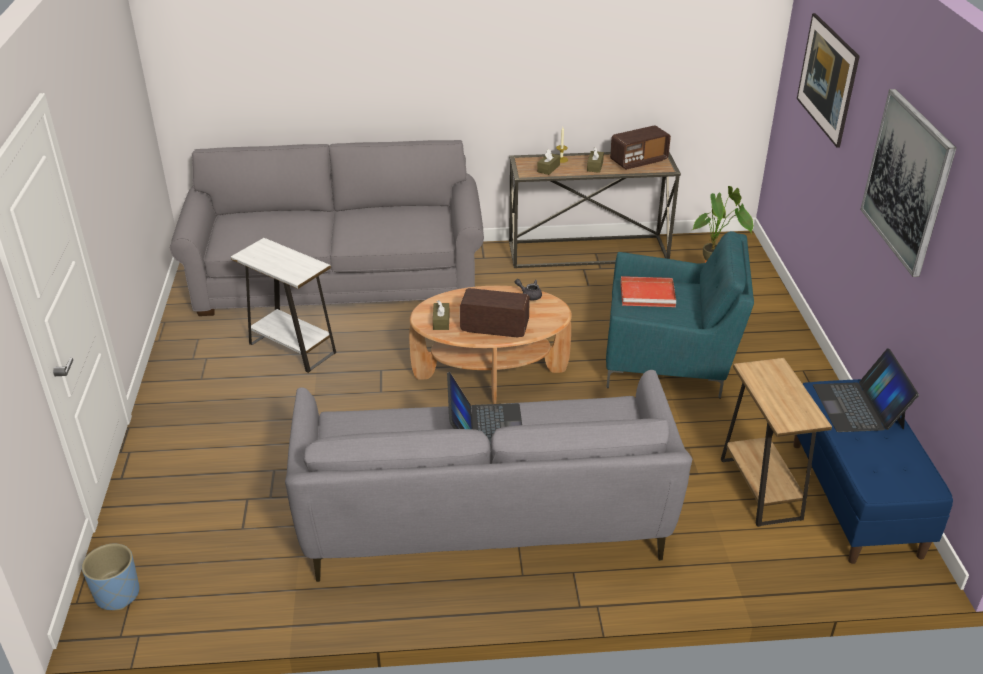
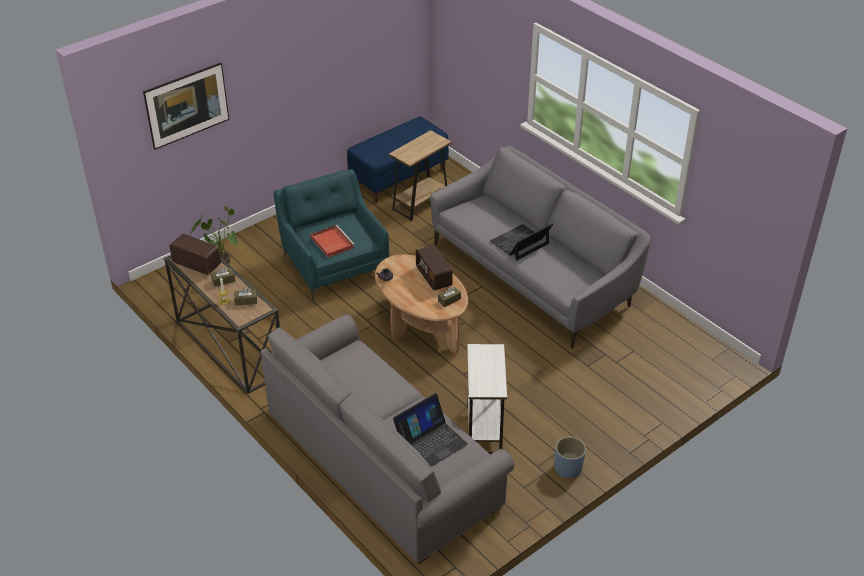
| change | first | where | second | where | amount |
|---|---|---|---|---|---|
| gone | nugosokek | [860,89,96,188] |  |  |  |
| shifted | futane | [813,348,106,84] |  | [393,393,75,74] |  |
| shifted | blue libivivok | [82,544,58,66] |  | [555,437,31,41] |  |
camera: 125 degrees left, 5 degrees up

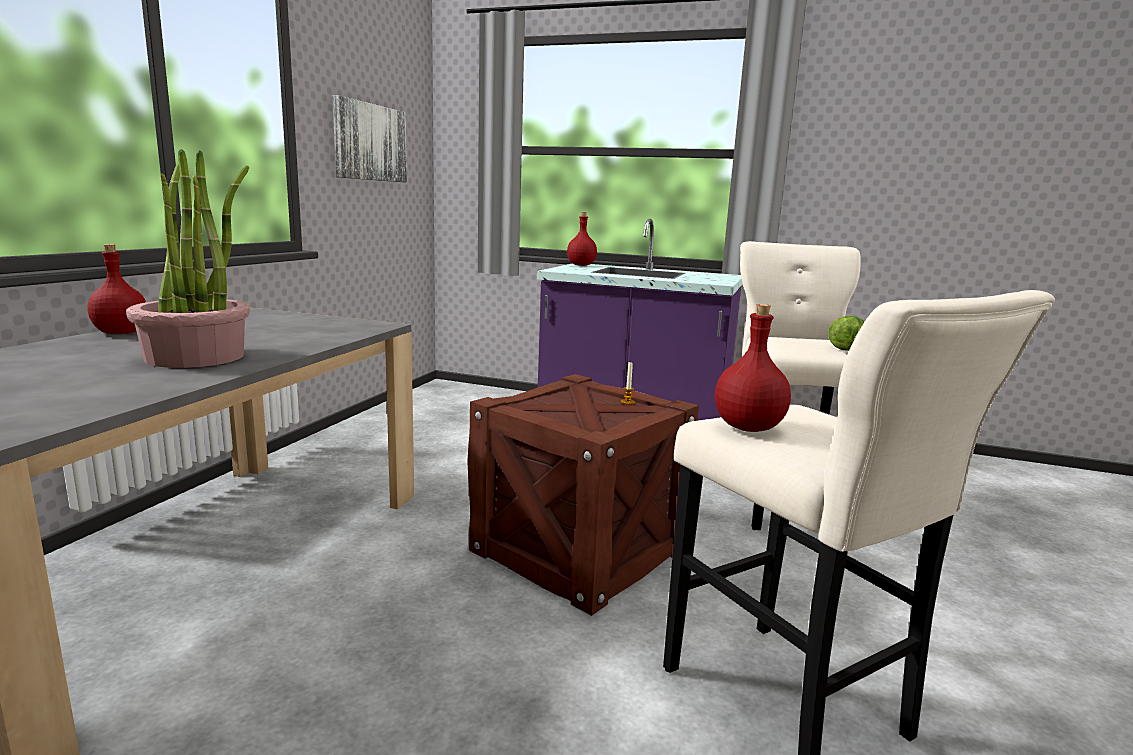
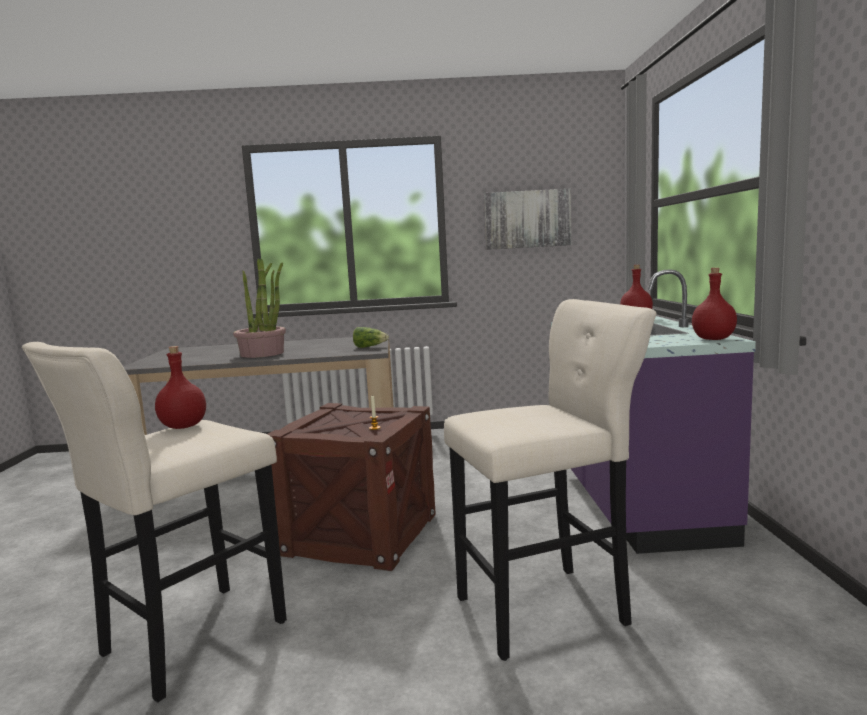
| change | first | where | second | where | amount |
|---|---|---|---|---|---|
| shifted | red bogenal | [88,244,58,90] |  | [692,268,45,72] |  |
| shifted | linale | [828,316,37,35] |  | [353,327,36,21] |  |
camera: 70 degrees right, 5 degrees down

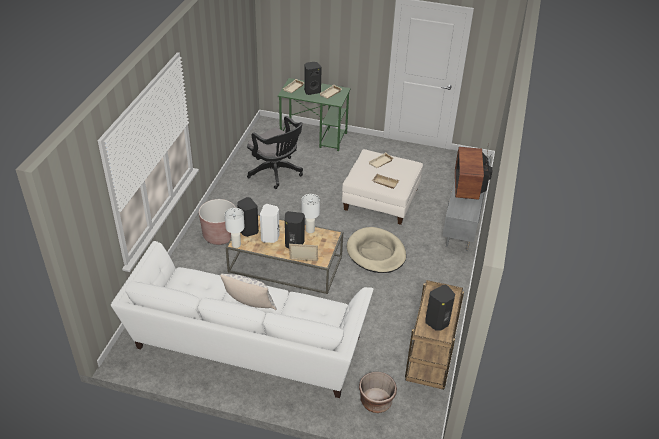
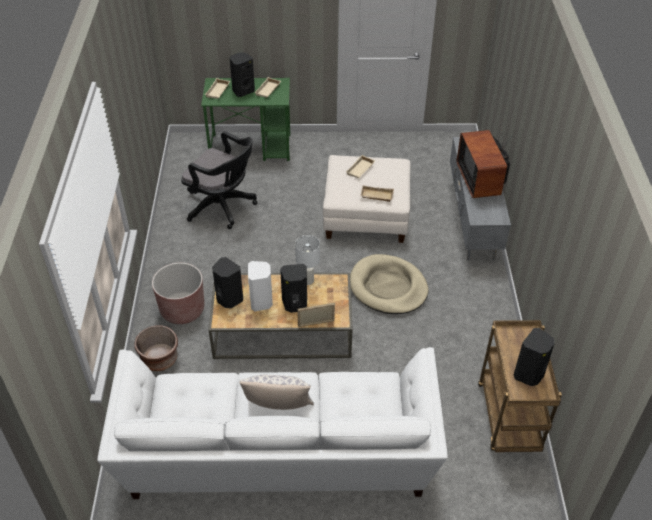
| change | first | where | second | where | amount |
|---|---|---|---|---|---|
| gone | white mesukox | [225,208,20,40] |  |  |  |
| shifted | brown libivivok | [359,372,38,41] |  | [134,326,44,45] |  |
camera: 15 degrees left, 5 degrees up

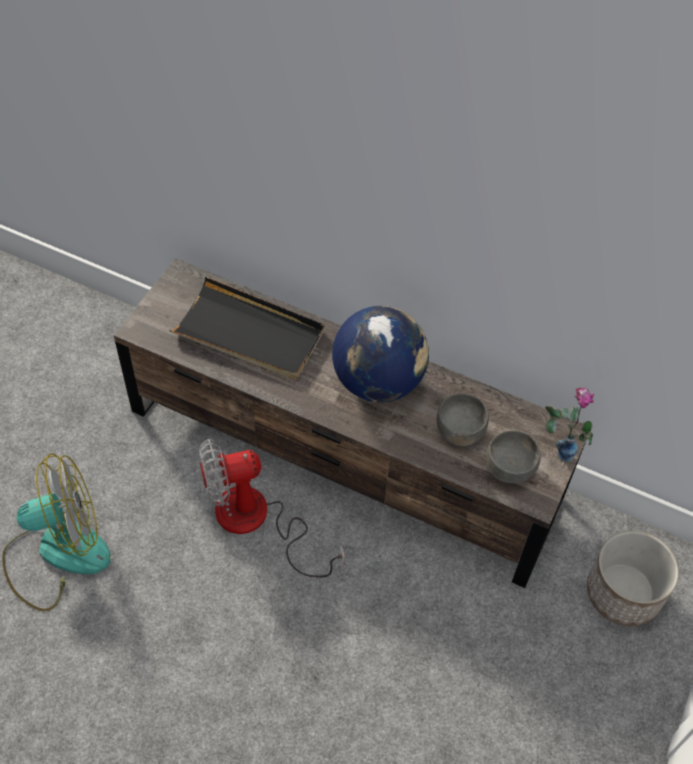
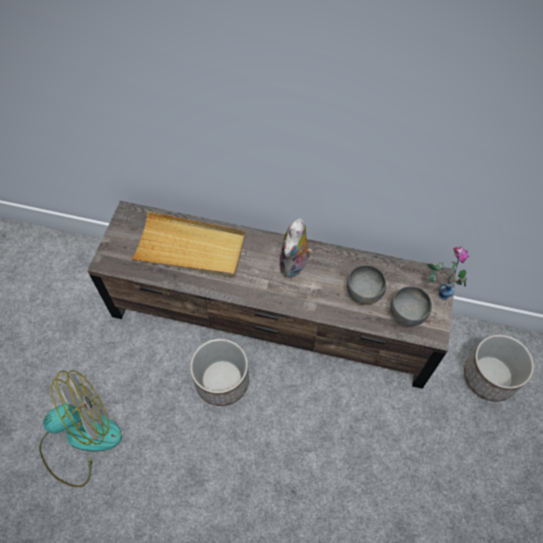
| change | first | where | second | where | amount |
|---|---|---|---|---|---|
| repainted | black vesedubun | [169,277,156,102] | beige vesedubun | [130,211,116,67] |  |
| swapped | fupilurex | [332,306,97,97] | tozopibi | [279,219,33,59] |  |
| swapped | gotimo | [199,439,146,139] | libivivok | [190,339,59,67] |  |
camera: 10 degrees left, 5 degrees up

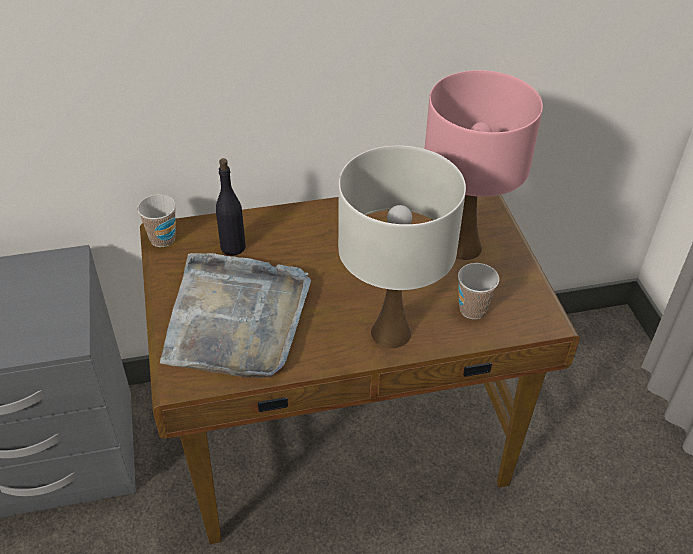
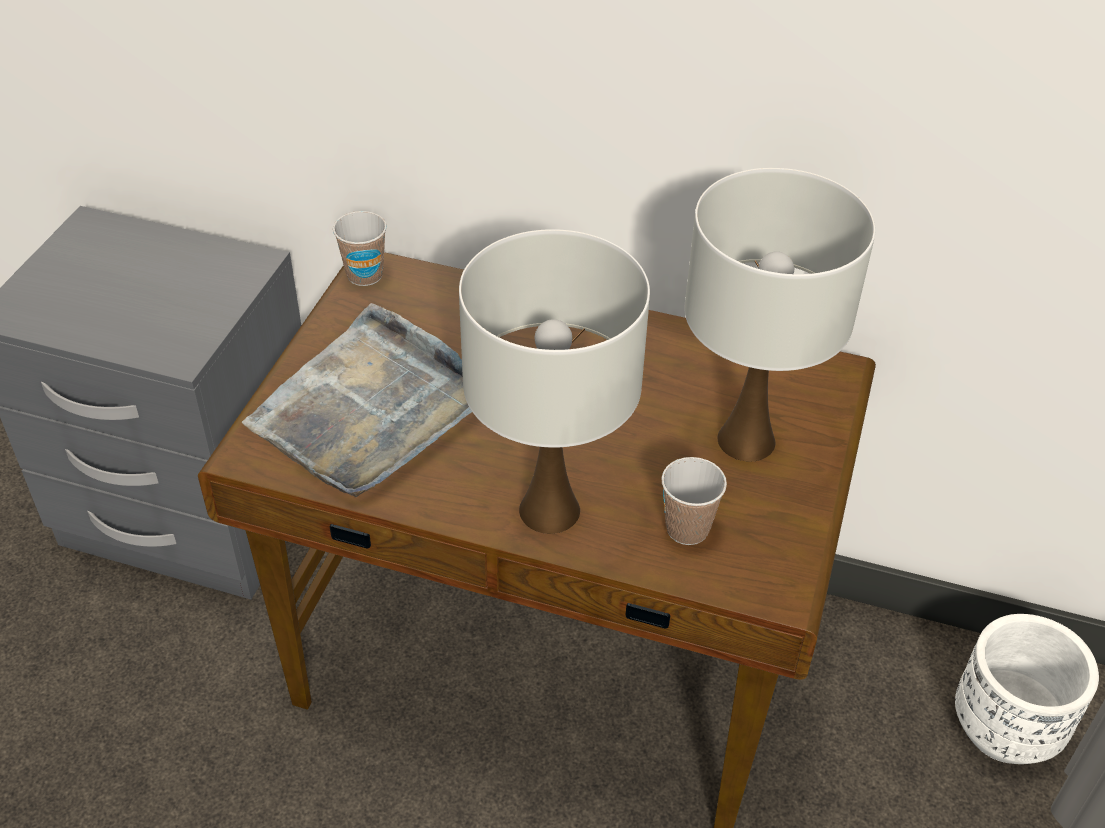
| change | first | where | second | where | amount |
|---|---|---|---|---|---|
| repainted | pink mesukox | [425,70,118,190] | white mesukox | [684,168,192,293] |  |
| gone | black bogenal | [216,158,30,98] |  |  |  |
| new |  |  | white libivivok | [955,614,144,150] |  |
camera: 30 degrees right, 0 degrees up

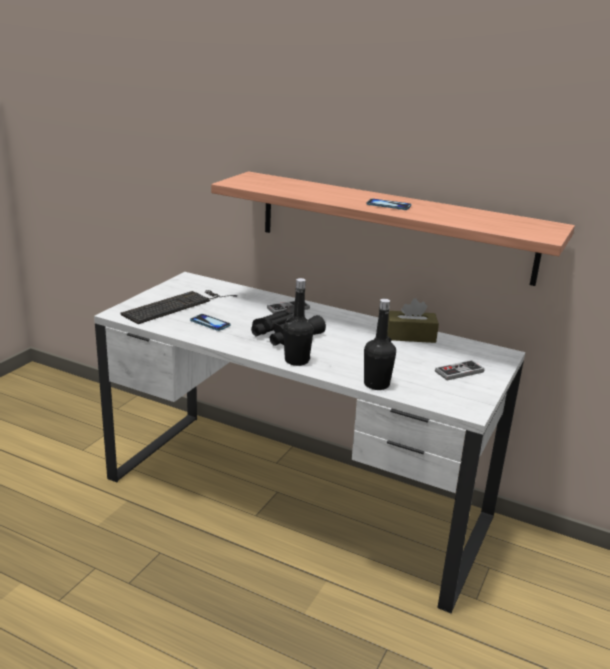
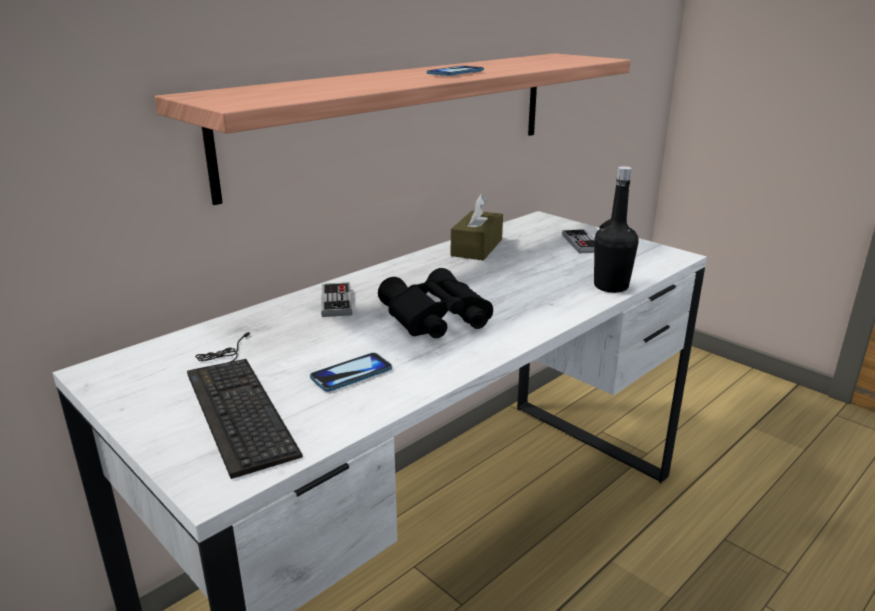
| change | first | where | second | where | amount |
|---|---|---|---|---|---|
| gone | black bogenal | [283,278,31,88] |  |  |  |
camera: 70 degrees left, 0 degrees up

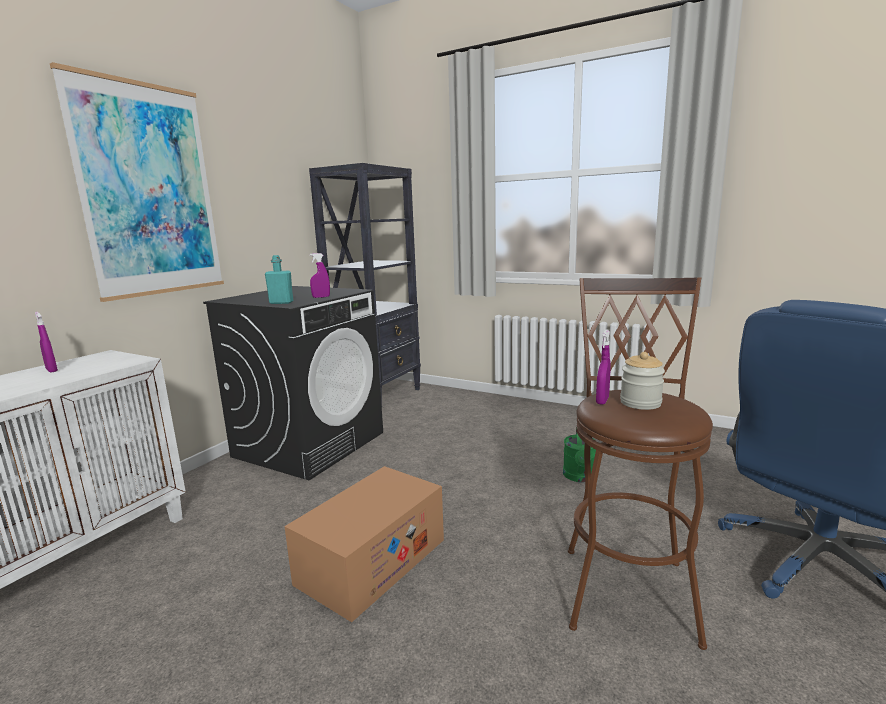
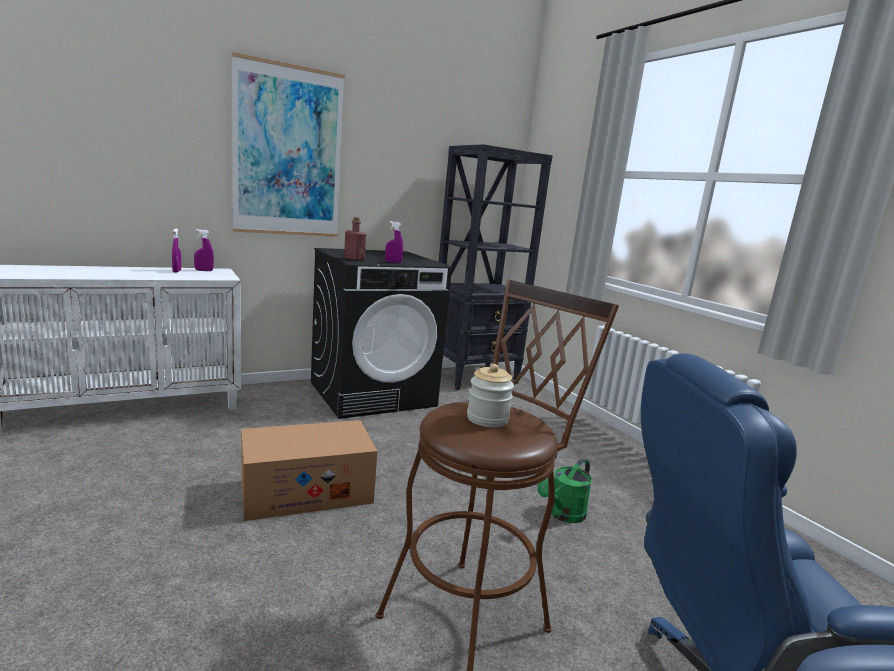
| change | first | where | second | where | amount |
|---|---|---|---|---|---|
| repainted | turquoise bogenal | [265,255,28,49] | red bogenal | [344,217,22,44] |  |
| shifted | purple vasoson | [596,329,15,76] |  | [194,229,20,42] |  |
camera: 30 degrees right, 0 degrees up

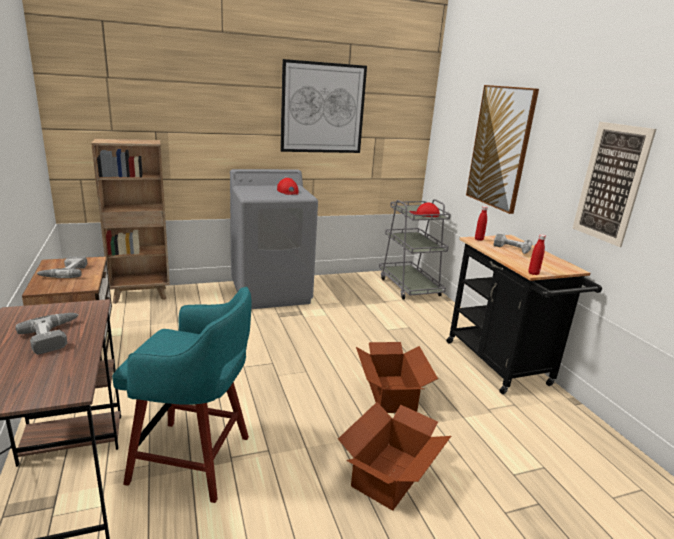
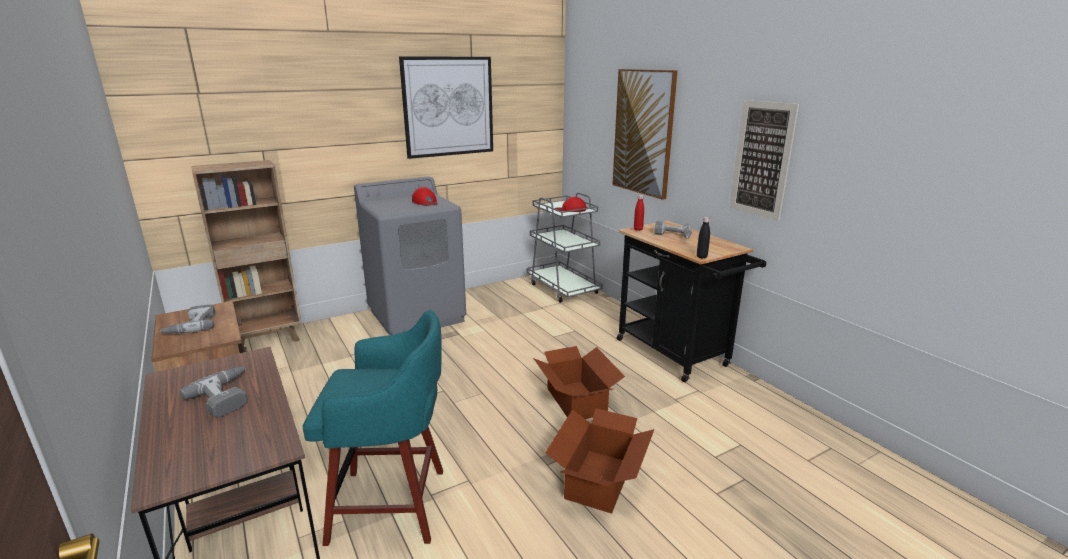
| change | first | where | second | where | amount |
|---|---|---|---|---|---|
| repainted | red bogenal | [528,234,18,41] | black bogenal | [697,217,13,42] |  |
camera: 10 degrees left, 0 degrees up

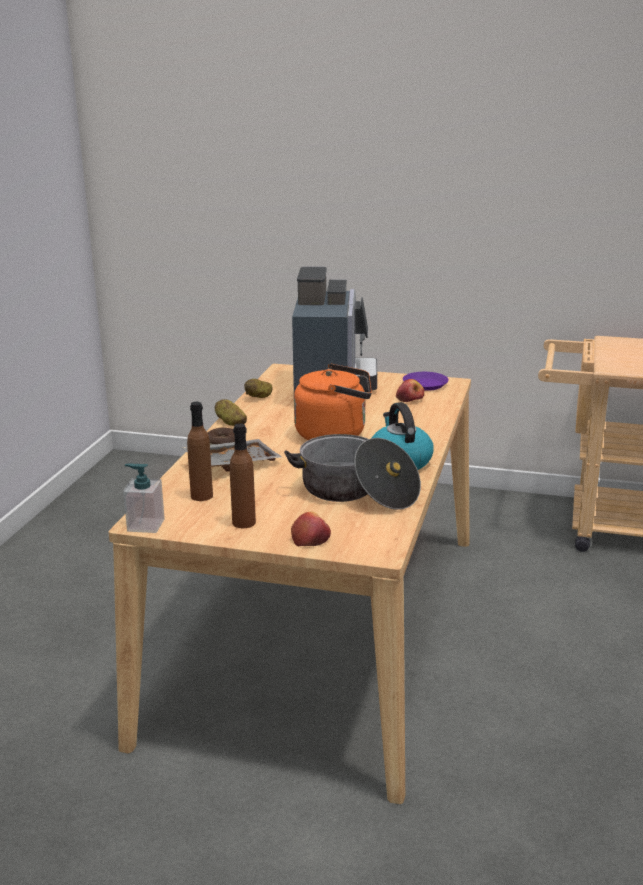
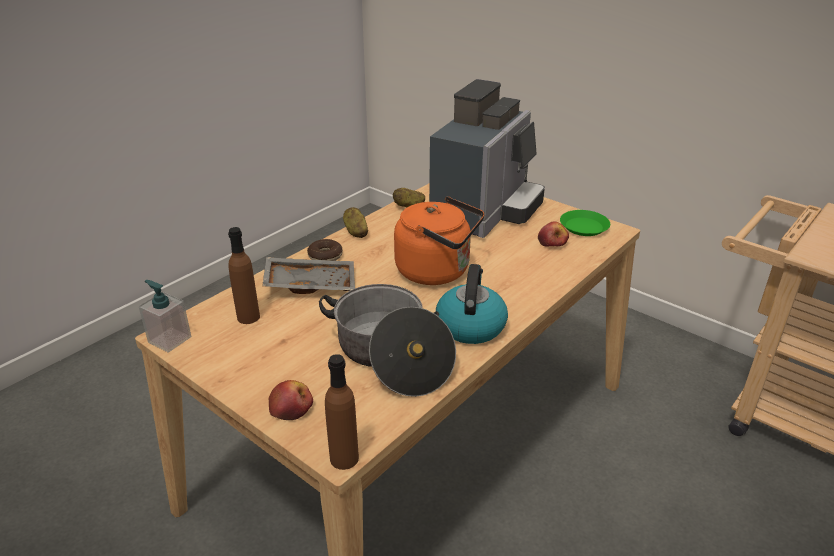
| change | first | where | second | where | amount |
|---|---|---|---|---|---|
| repainted | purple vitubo | [403,372,46,19] | green vitubo | [560,210,50,26] |  |
| shifted | brown bogenal | [230,424,26,104] |  | [325,354,34,116] |  |
camera: 25 degrees right, 10 degrees up

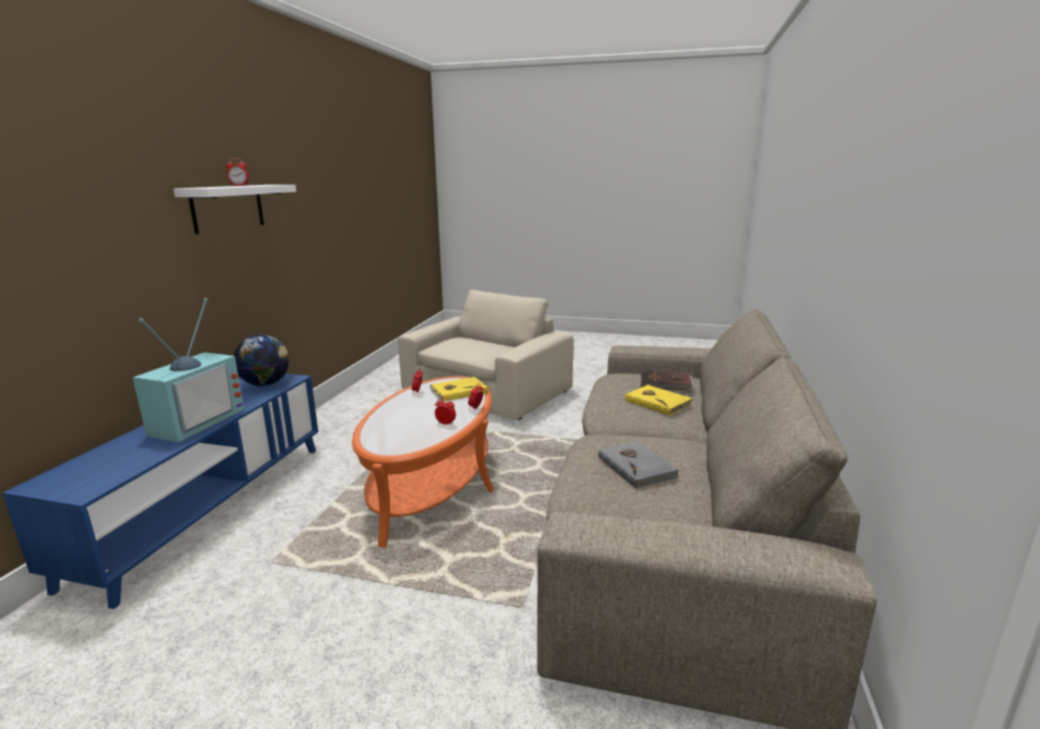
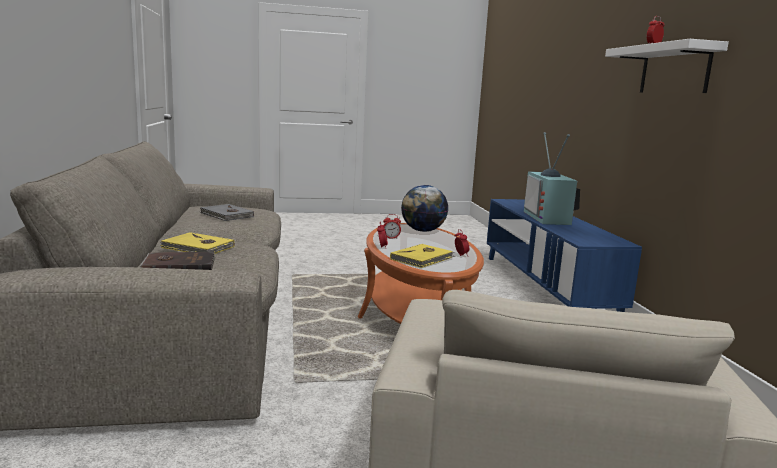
| change | first | where | second | where | amount |
|---|---|---|---|---|---|
| shifted | fupilurex | [234,335,55,51] |  | [401,185,47,47] |  |
camera: 155 degrees right, 5 degrees down

